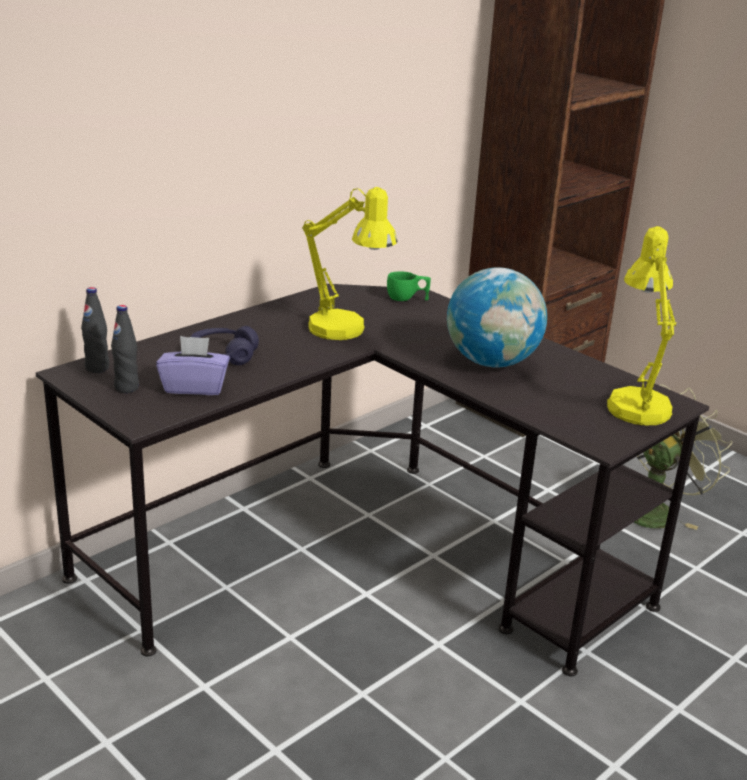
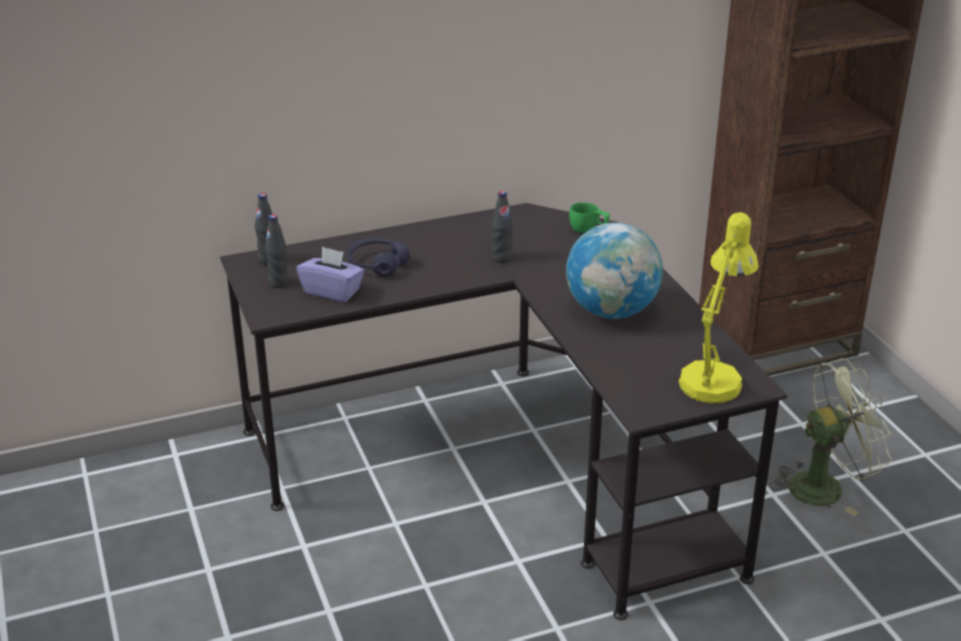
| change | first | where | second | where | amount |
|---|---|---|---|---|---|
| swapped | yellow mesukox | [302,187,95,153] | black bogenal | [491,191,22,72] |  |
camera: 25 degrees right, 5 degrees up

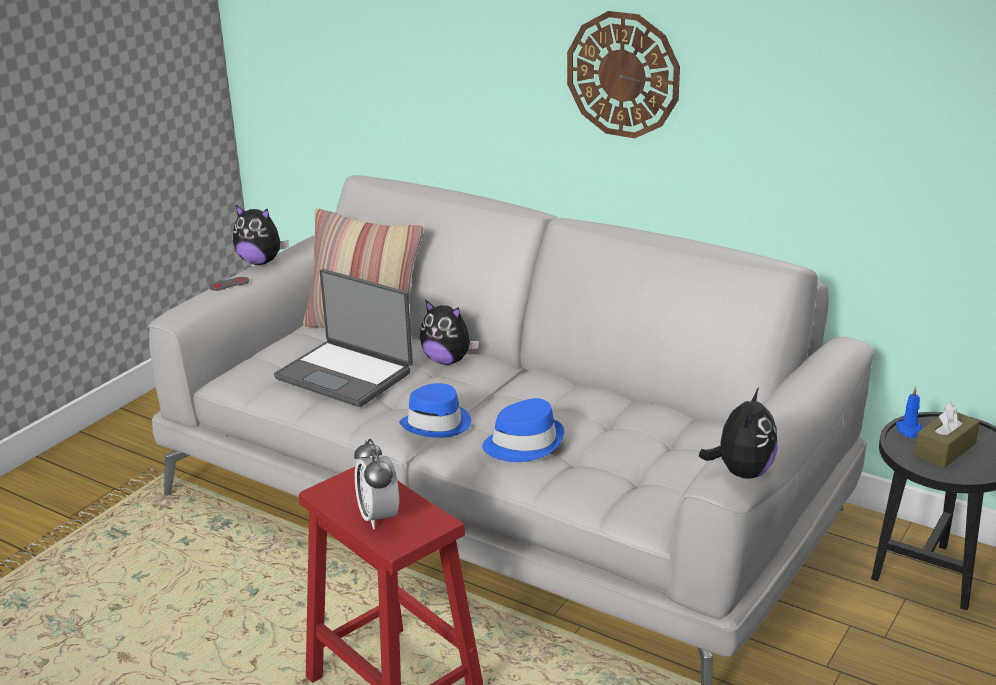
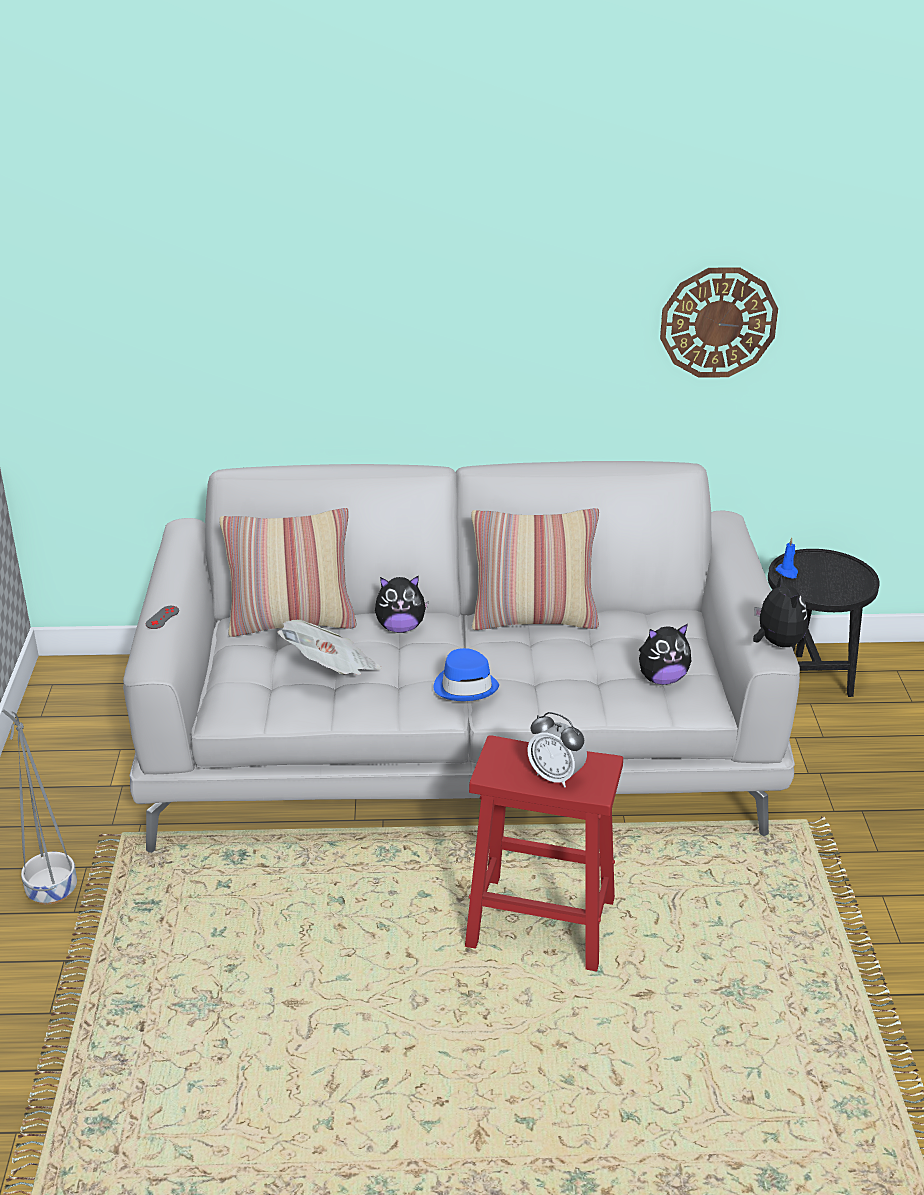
| change | first | where | second | where | amount |
|---|---|---|---|---|---|
| shifted | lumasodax | [567,11,113,127] |  | [660,267,118,111] |  |
| shifted | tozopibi | [233,204,56,61] |  | [639,624,52,61] |  |
| swapped | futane | [274,269,139,138] | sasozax | [277,620,105,55] |  |
| gone | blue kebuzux | [482,398,82,64] |  |  |  |
| gone | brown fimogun | [914,402,66,66] |  |  |  |
| new |  |  | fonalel | [471,508,128,122] |  |
| new |  |  | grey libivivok | [2,709,75,196] |  |
camera: 35 degrees left, 5 degrees up

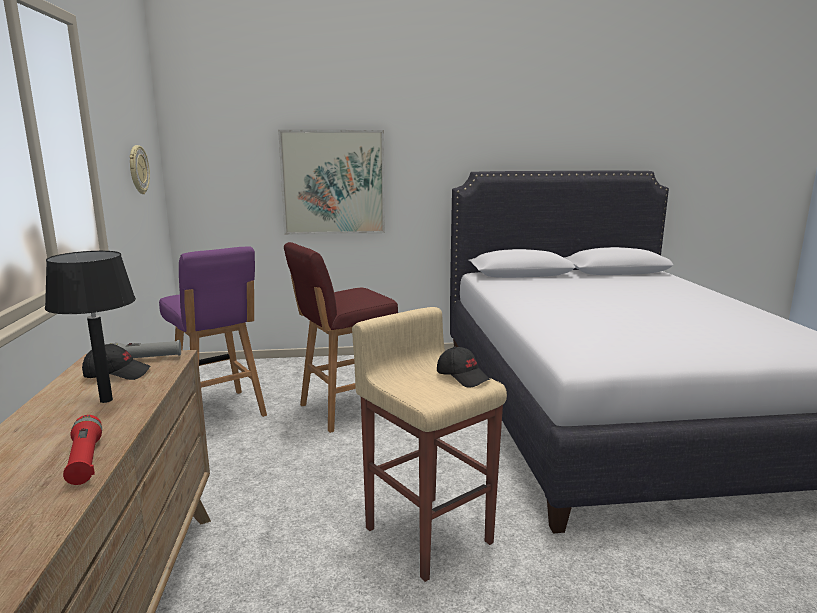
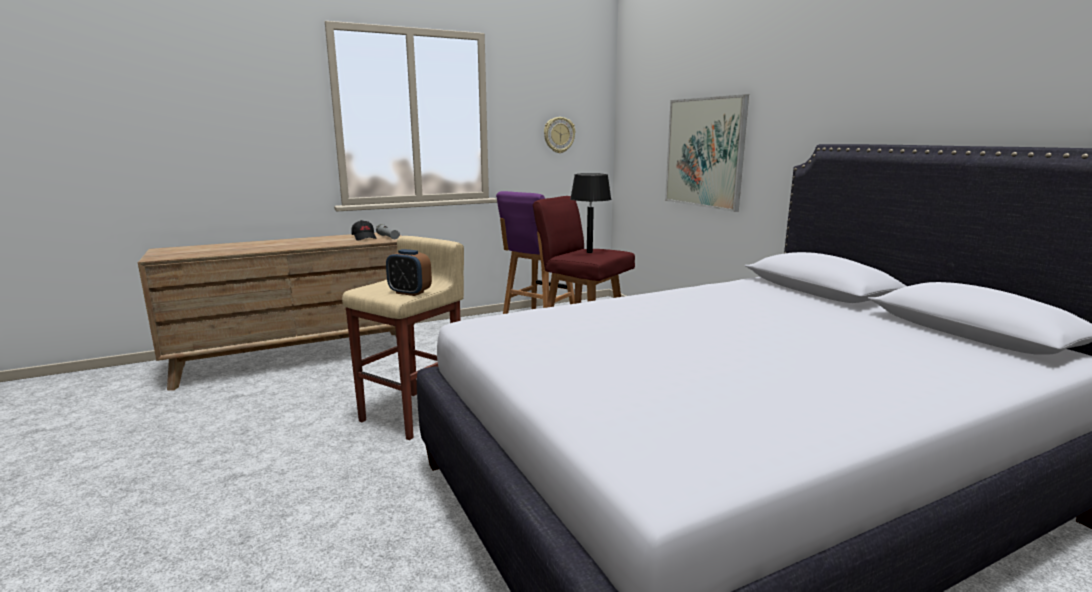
| change | first | where | second | where | amount |
|---|---|---|---|---|---|
| shifted | black mesukox | [45,251,91,152] |  | [570,173,41,80] |  |
| swapped | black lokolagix | [437,347,53,40] | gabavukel | [386,249,46,47] |  |
| gone | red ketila | [63,415,39,70] |  |  |  |
camera: 70 degrees right, 0 degrees up

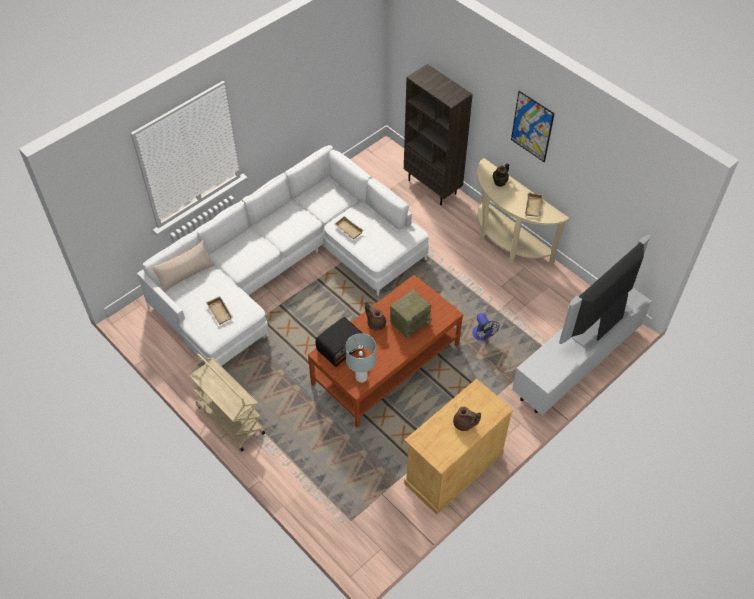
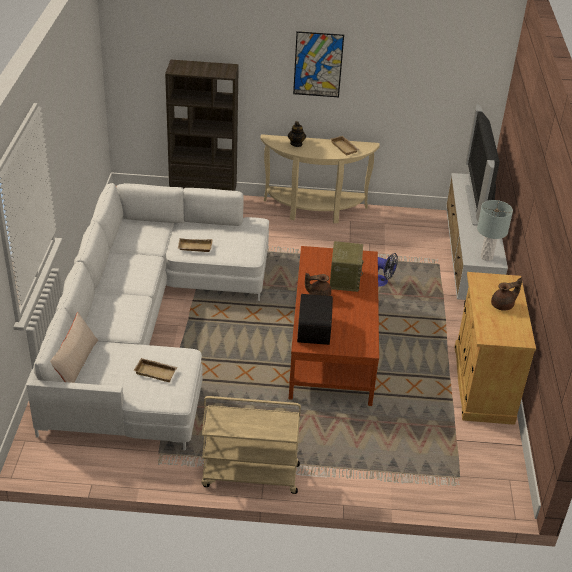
| change | first | where | second | where | amount |
|---|---|---|---|---|---|
| shifted | grey mesukox | [345,333,31,50] |  | [477,200,36,61] |  |
camera: 45 degrees left, 15 degrees down

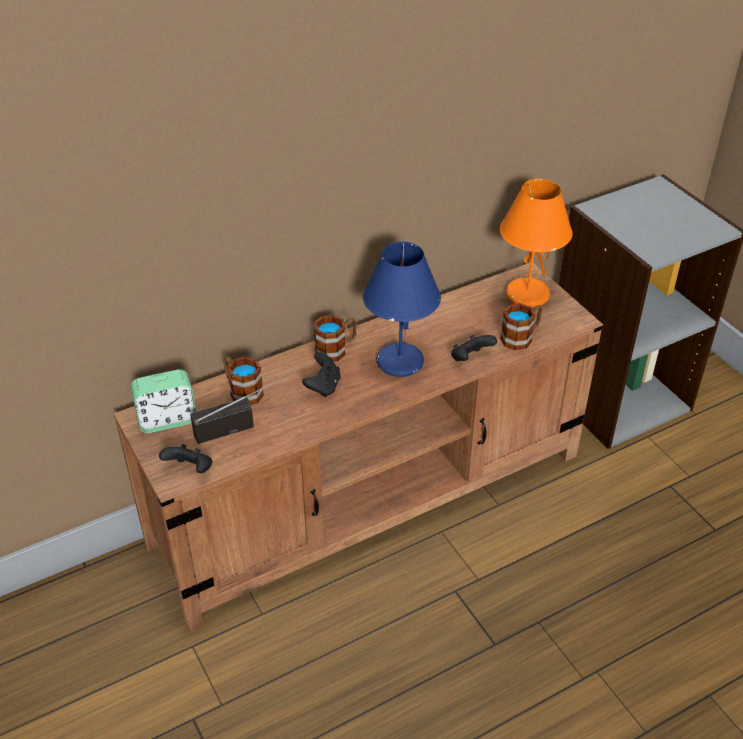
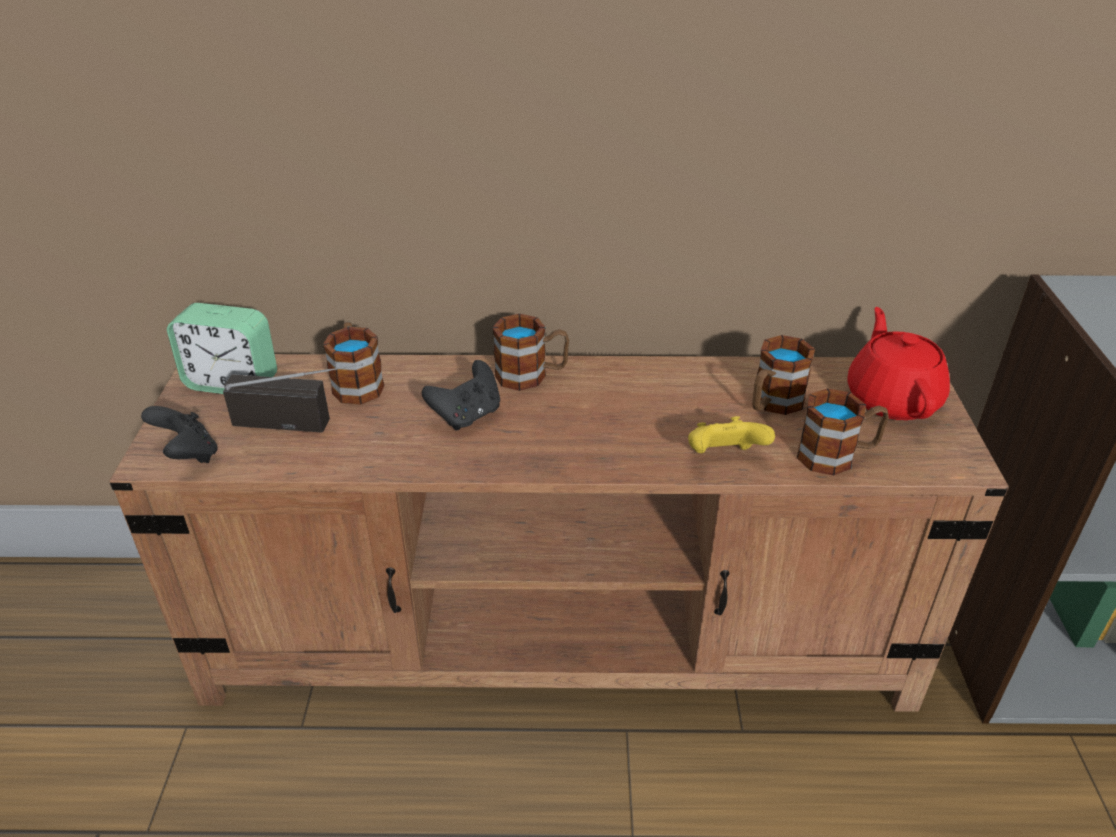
| change | first | where | second | where | amount |
|---|---|---|---|---|---|
| swapped | orange mesukox | [500,179,73,128] | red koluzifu | [847,307,103,113] |  |
| gone | blue mesukox | [363,242,78,135] |  |  |  |
| repainted | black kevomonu | [451,335,46,26] | yellow kevomonu | [688,416,87,38] |  |
| new |  |  | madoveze | [752,335,63,80] |  |
camera: 30 degrees right, 5 degrees down

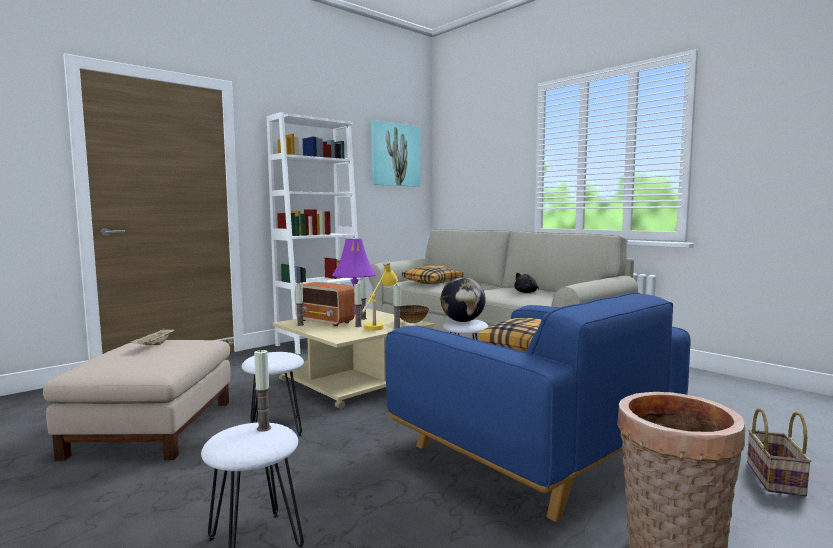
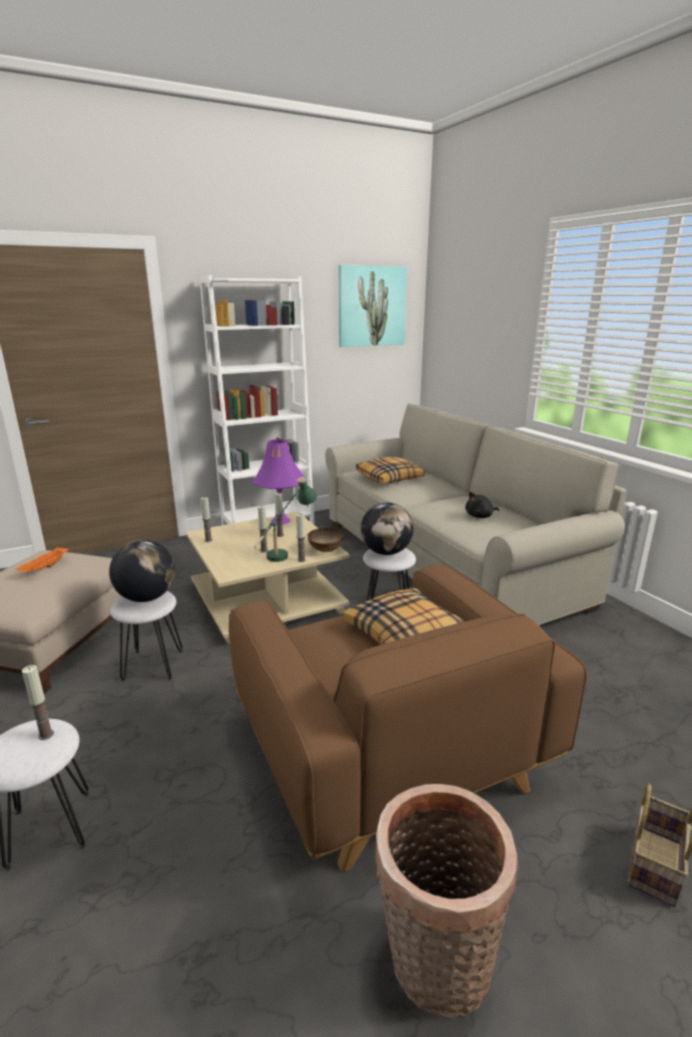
| change | first | where | second | where | amount |
|---|---|---|---|---|---|
| repainted | yellow mesukox | [362,261,36,70] | green mesukox | [254,477,63,85] |  |
| gone | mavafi | [295,282,60,44] |  |  |  |
| repainted | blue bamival | [385,293,306,229] | brown bamival | [229,563,358,309] |  |
| repainted | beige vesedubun | [131,328,43,17] | orange vesedubun | [15,546,54,26] |  |
| new |  |  | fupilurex | [109,540,66,62] |  |
camera: 15 degrees right, 15 degrees up

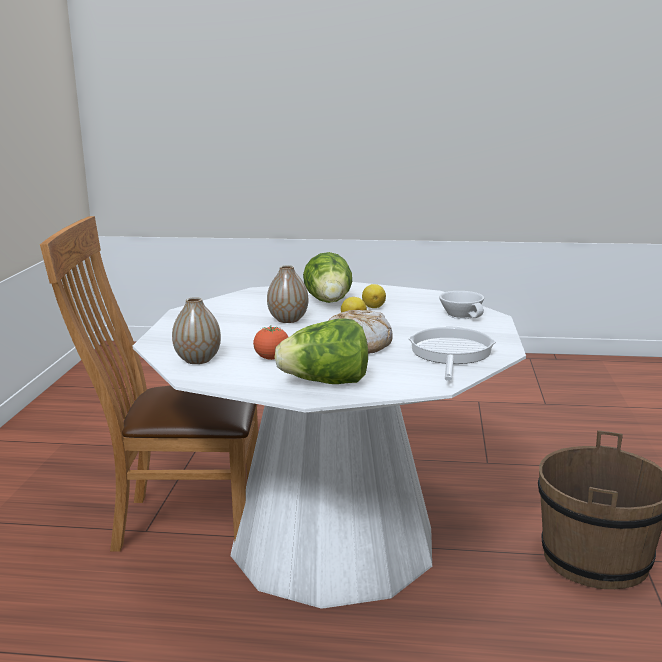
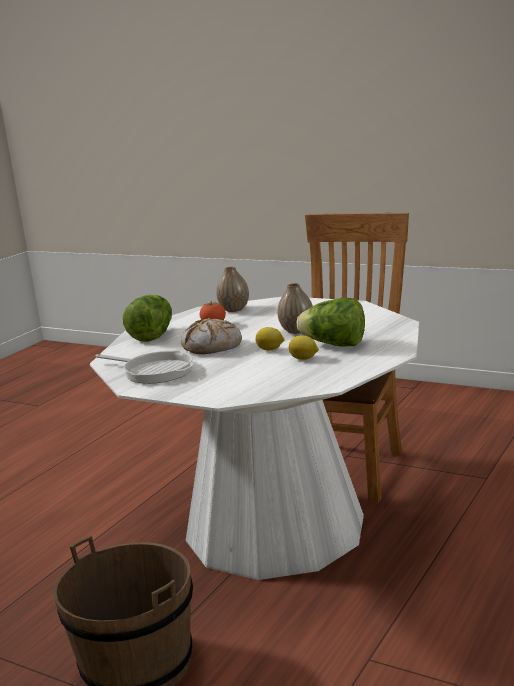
| change | first | where | second | where | amount |
|---|---|---|---|---|---|
| gone | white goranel | [439,291,45,28] |  |  |  |
camera: 115 degrees right, 0 degrees up

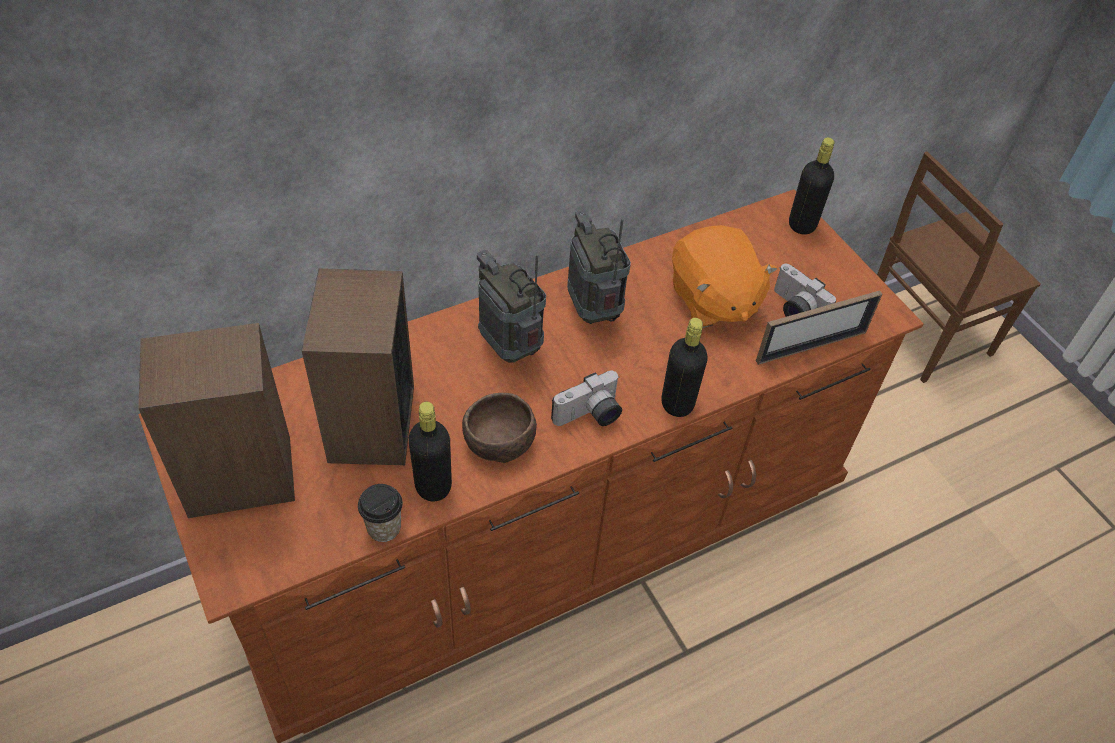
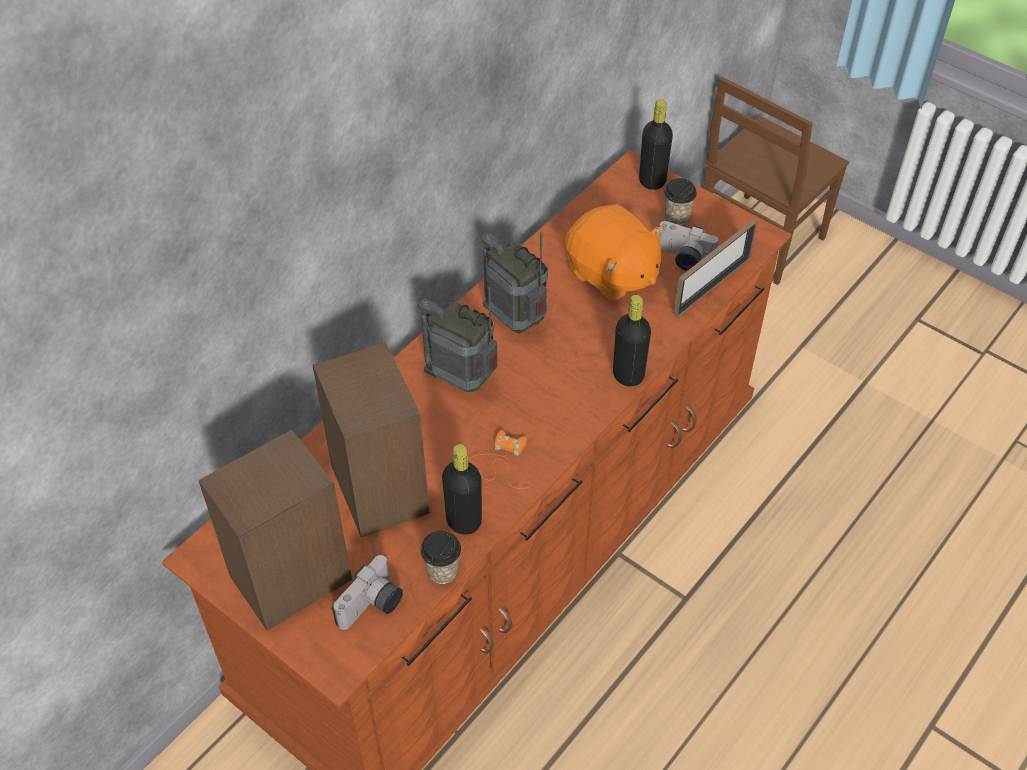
| change | first | where | second | where | amount |
|---|---|---|---|---|---|
| shifted | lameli | [551,371,71,55] |  | [331,555,72,75] |  |
| swapped | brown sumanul | [462,393,75,70] | orange kevomonu | [469,430,60,59] |  |
| new |  |  | goranel | [664,178,33,47] |  |
camera: 20 degrees left, 0 degrees up

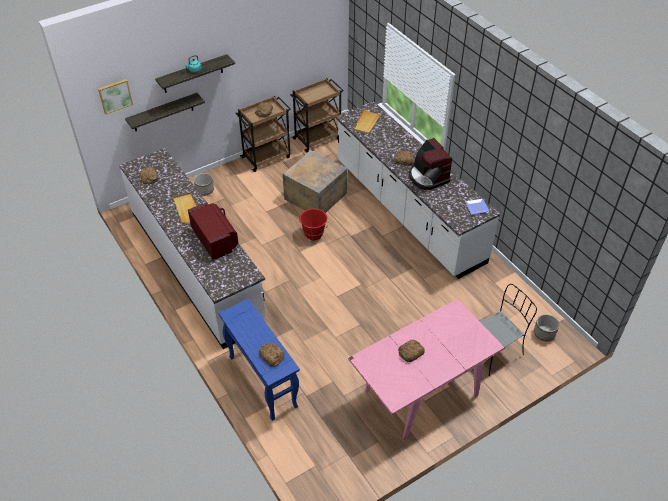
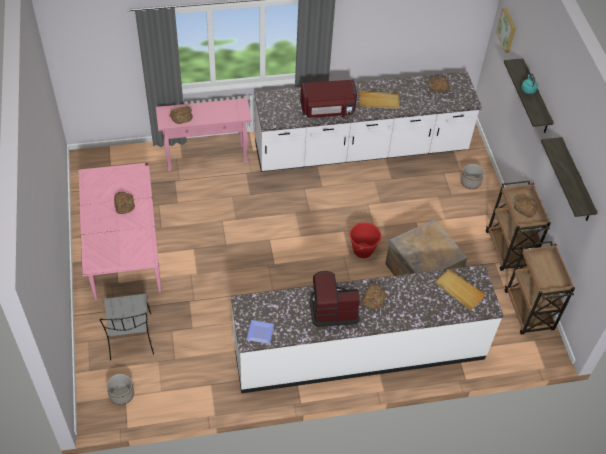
| change | first | where | second | where | amount |
|---|---|---|---|---|---|
| shifted | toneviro | [125,93,80,38] |  | [541,137,57,84] |  |
| repainted | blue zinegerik | [218,299,82,122] | pink zinegerik | [156,98,96,74] |  |
camera: 110 degrees right, 5 degrees up

